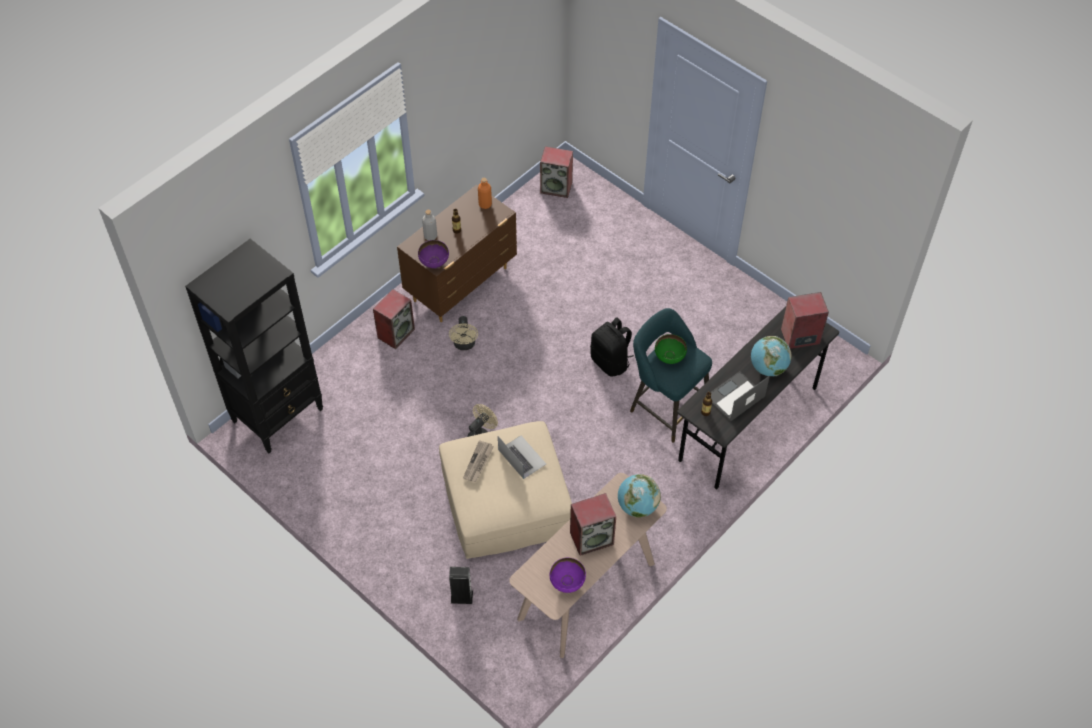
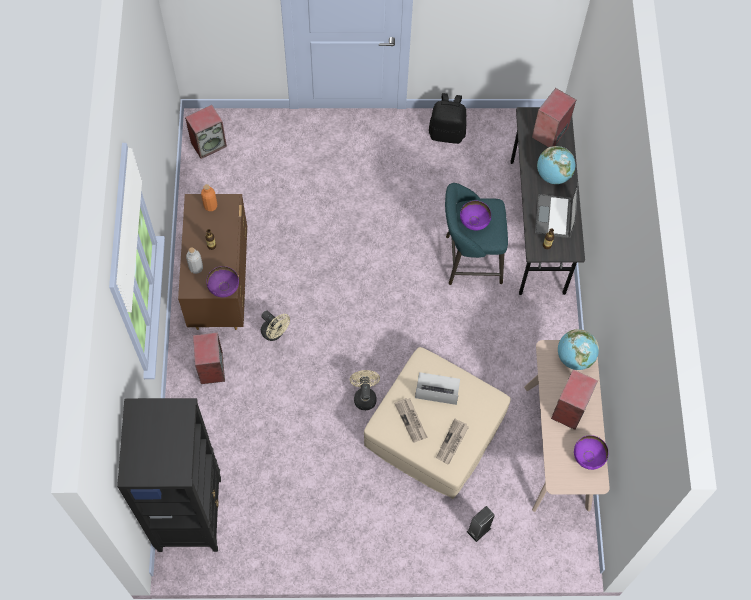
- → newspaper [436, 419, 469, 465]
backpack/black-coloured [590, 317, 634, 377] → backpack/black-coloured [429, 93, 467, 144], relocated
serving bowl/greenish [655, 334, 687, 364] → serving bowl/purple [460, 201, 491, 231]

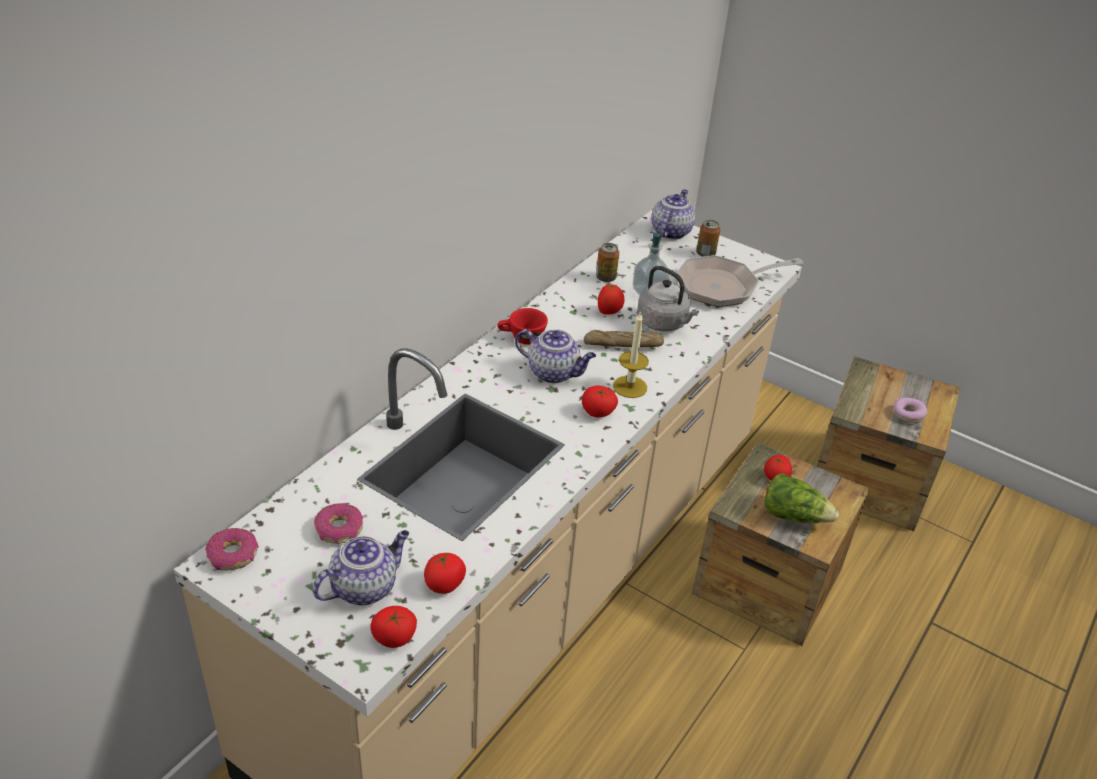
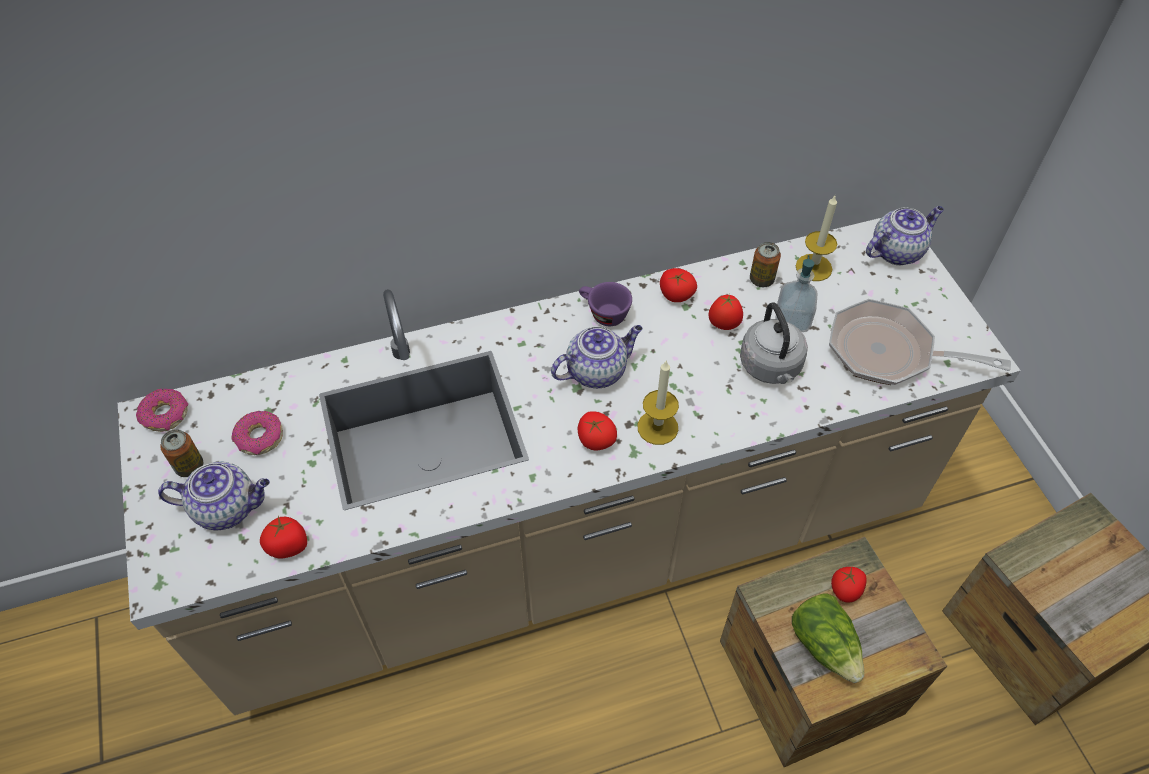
baked bread [584, 330, 664, 347] → -
ring doughnut [894, 397, 927, 423] → -
- → wax candle [796, 194, 837, 281]
tomato [370, 606, 417, 648] → tomato [660, 268, 697, 302], relocated
sealed can [696, 220, 721, 257] → sealed can [160, 429, 203, 477], relocated
small cup/red [497, 308, 548, 345] → small cup/purple [579, 282, 632, 326]
pot for tea [515, 329, 596, 383] → pot for tea [551, 325, 643, 388], 90 degrees counterclockwise

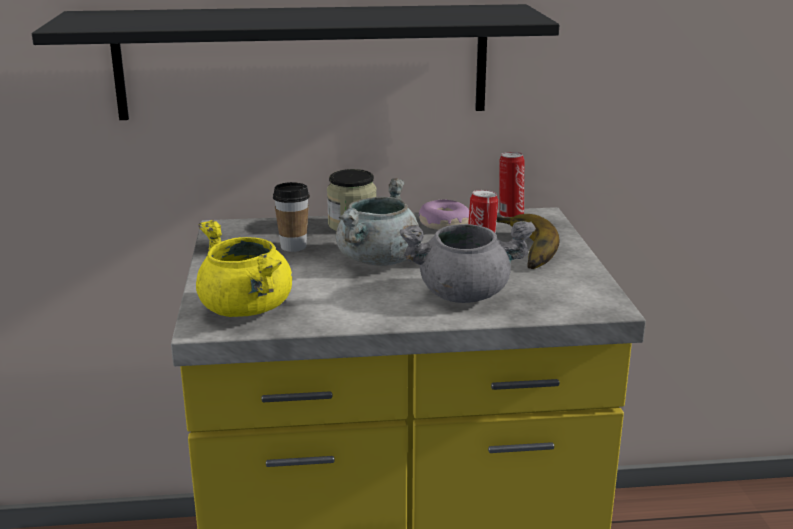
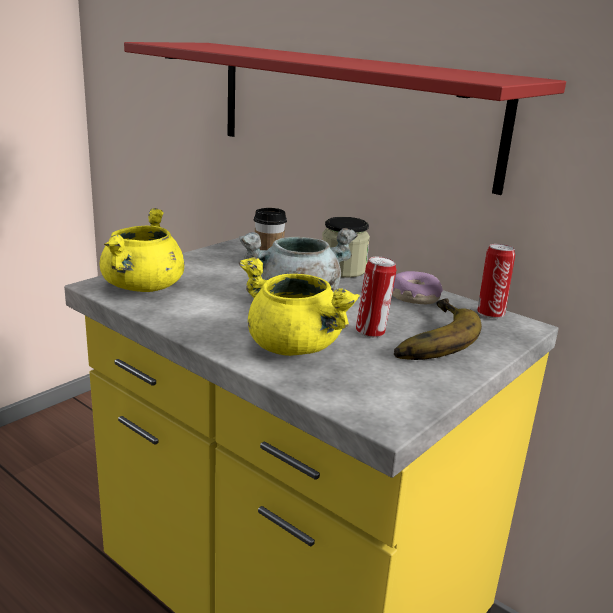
shelf/black-coloured [32, 4, 559, 120] → shelf/red [124, 42, 566, 195]
saucepot/gray [400, 221, 536, 303] → saucepot/yellow-coloured [239, 257, 360, 356]

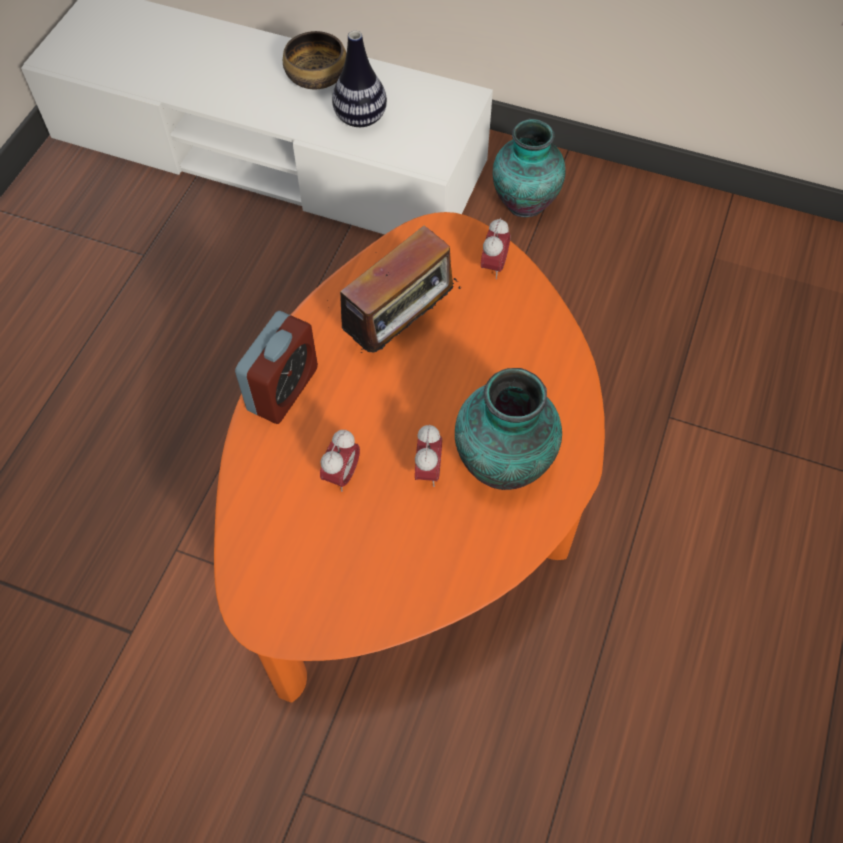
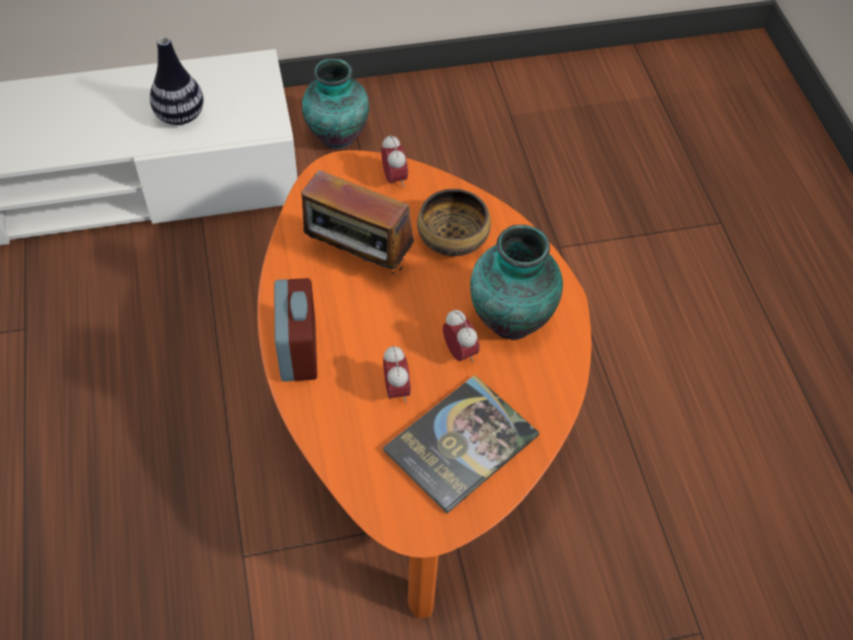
- → bound book [383, 375, 539, 514]
serving bowl [283, 31, 346, 90] → serving bowl [417, 189, 491, 256], relocated
radio set [340, 226, 461, 353] → radio set [302, 170, 414, 275], 105 degrees clockwise

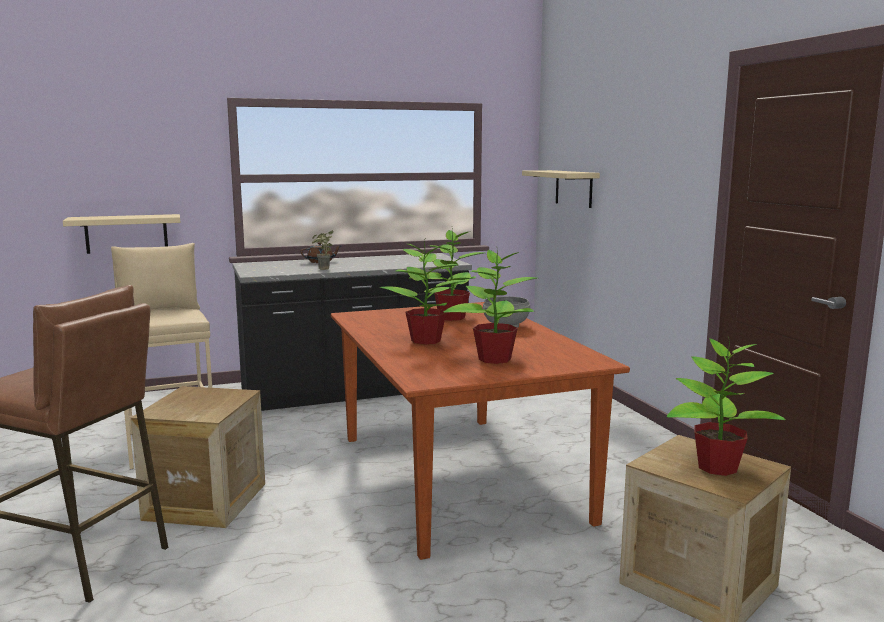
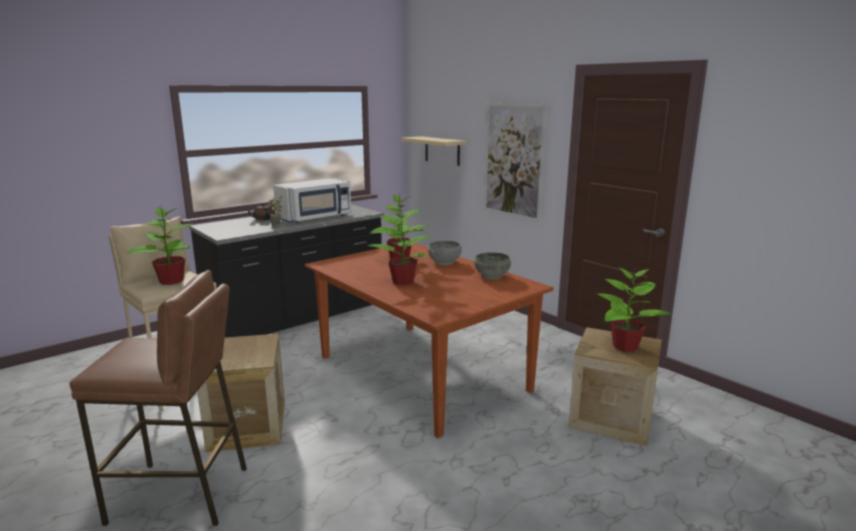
shelf/beige-coloured [63, 214, 180, 254] → -
- → microwave oven/whitish [273, 178, 351, 223]
- → serving bowl/gray [474, 252, 511, 280]
- → wall picture [484, 102, 547, 222]
plant in a pot [444, 249, 537, 364] → plant in a pot [125, 204, 195, 285], relocated

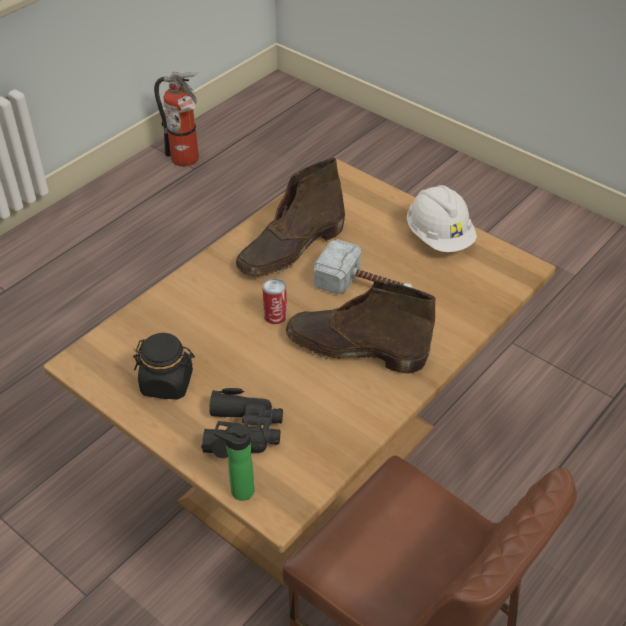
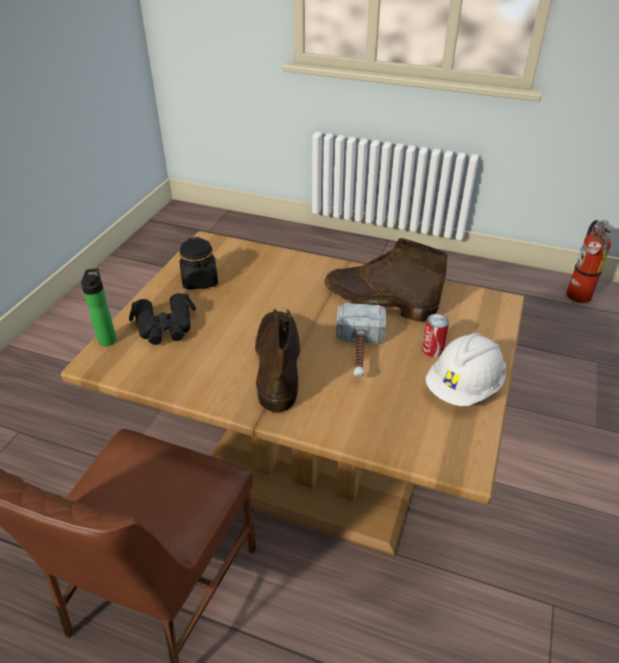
sealed can [262, 279, 287, 324] → sealed can [422, 314, 449, 357], relocated

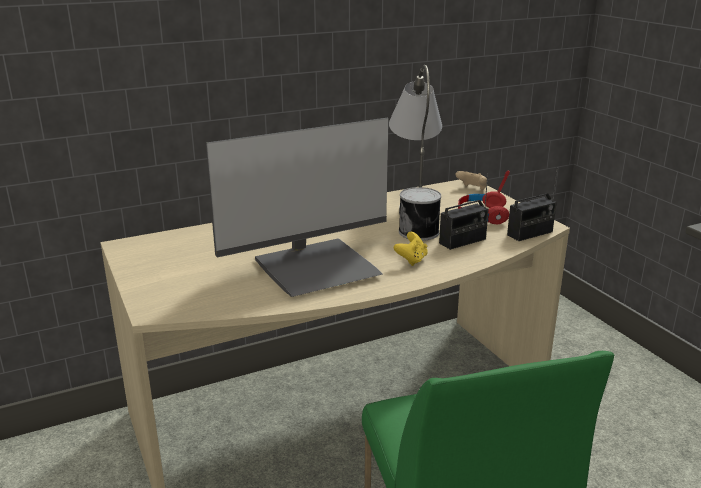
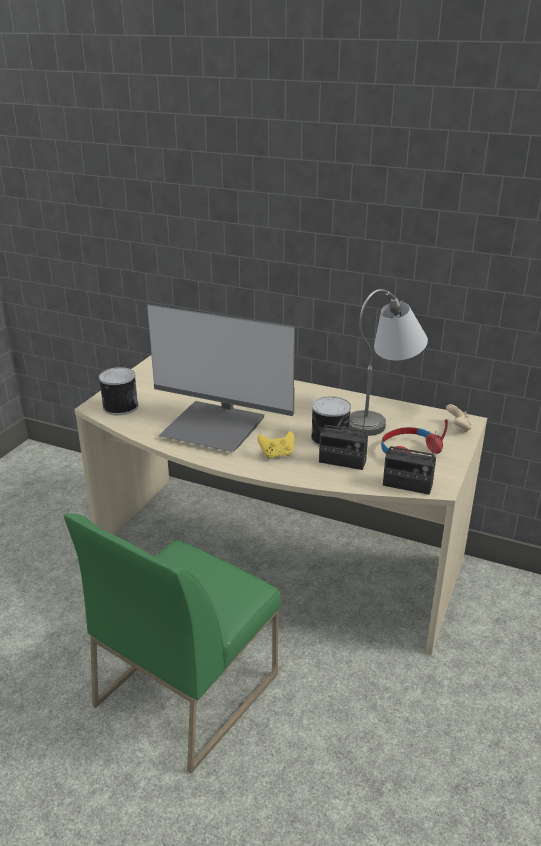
- → sealed can [99, 367, 139, 415]

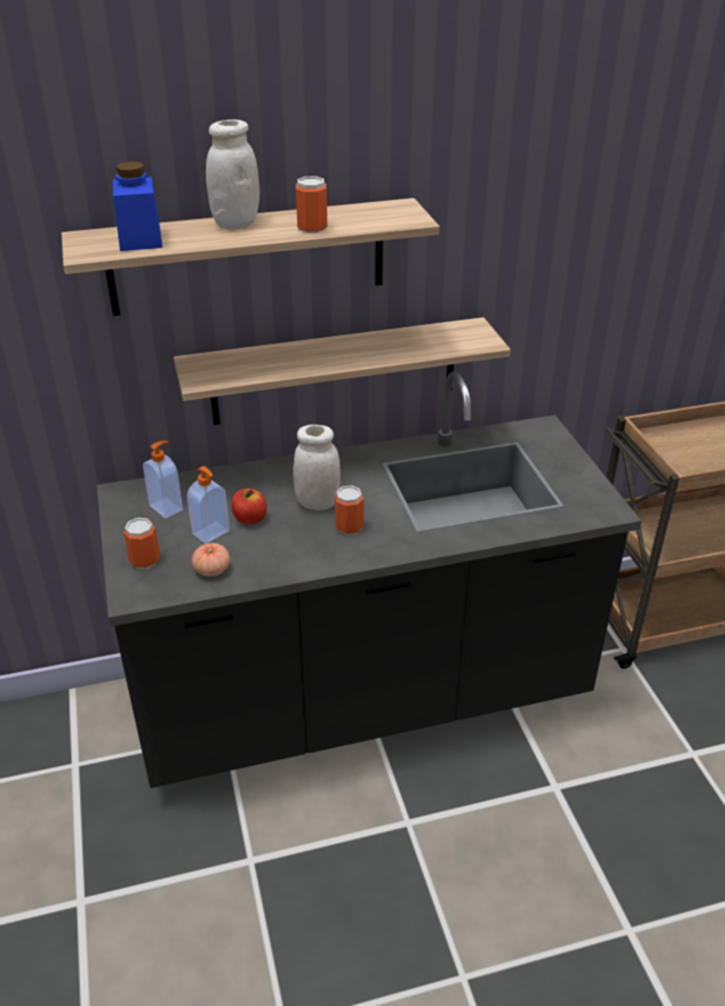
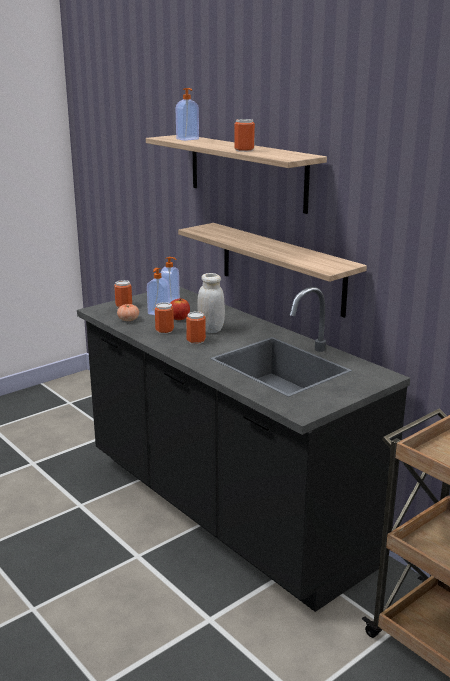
preserve jar/whitish [206, 119, 260, 229] → -
- → sealed can [155, 302, 174, 334]
preserve jar/blue-coloured [113, 161, 163, 251] → soap dispenser [176, 88, 199, 141]

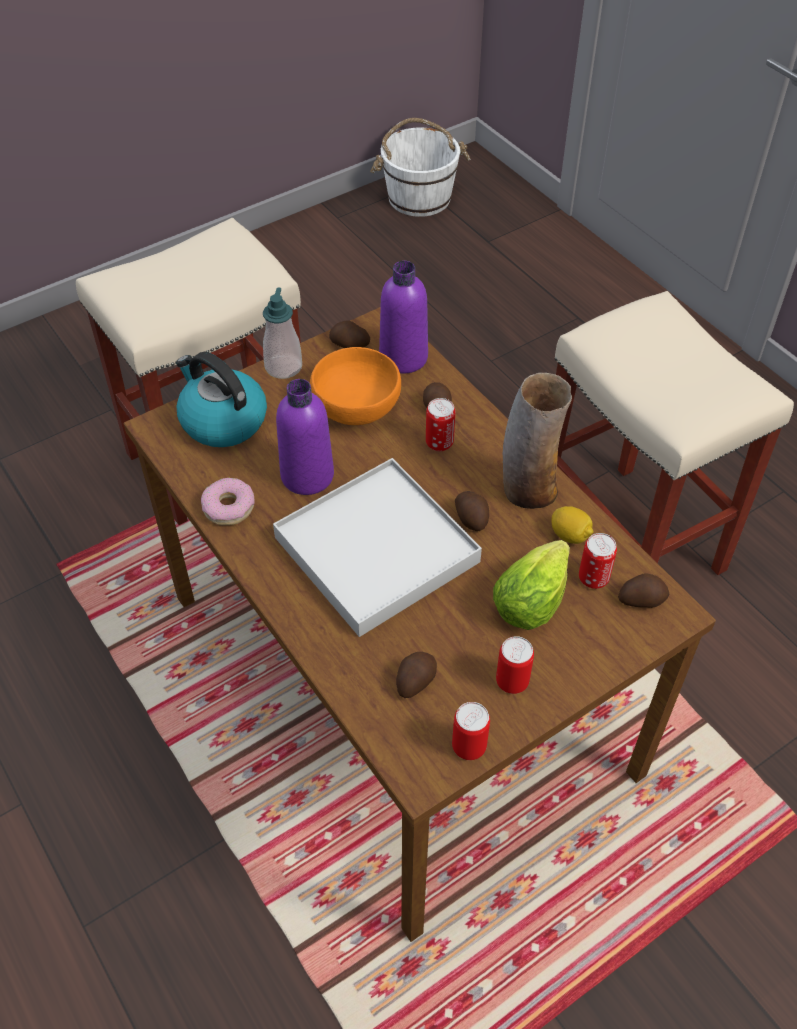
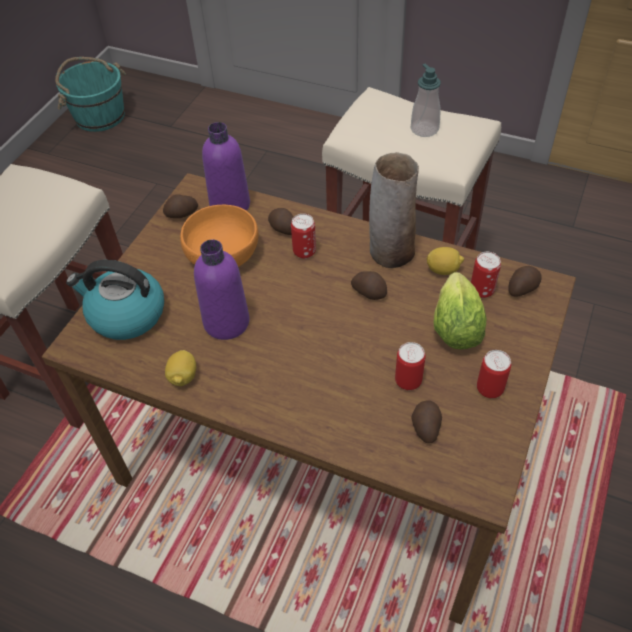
tray/whitish [273, 458, 482, 637] → -
soap dispenser [263, 288, 302, 379] → soap dispenser [411, 63, 441, 137], relocated
sealed can [452, 702, 490, 760] → sealed can [395, 342, 425, 390], relocated
ring doughnut [201, 478, 255, 525] → whole lemon [165, 350, 196, 386]
water bucket/whitish [370, 118, 470, 217] → water bucket/blue-green [55, 57, 126, 132]

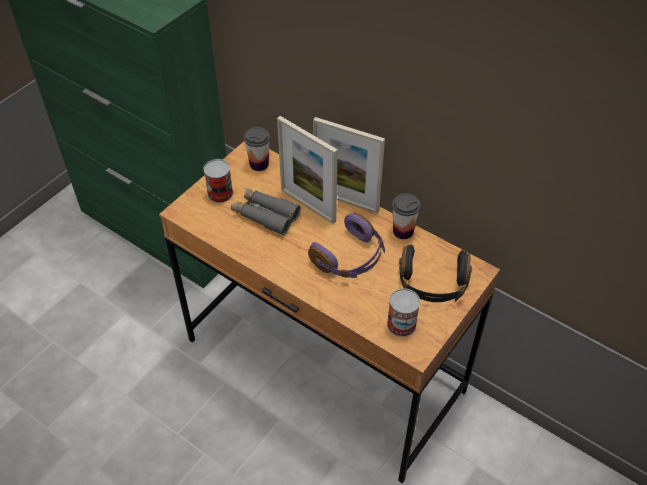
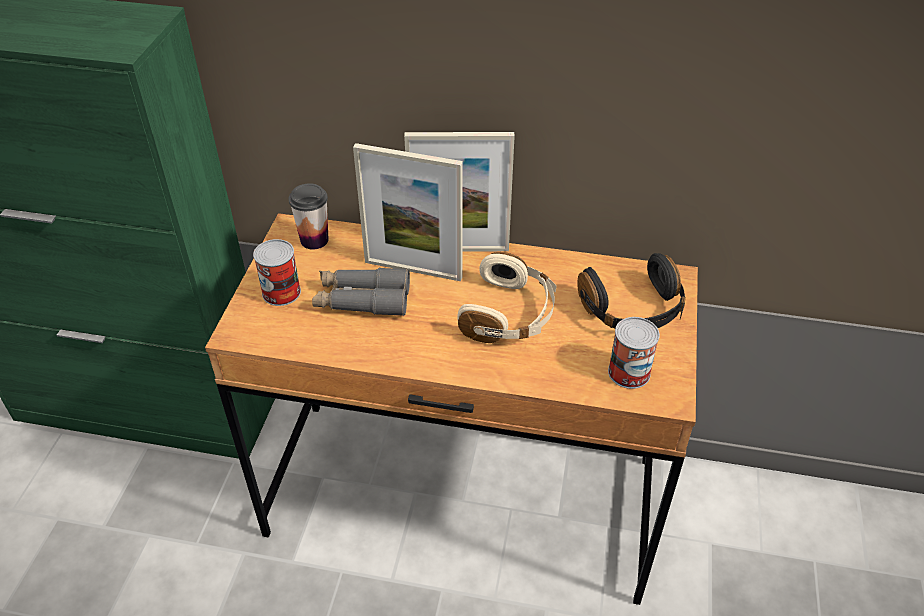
small cup [392, 193, 421, 239] → -
headset/purple [308, 213, 385, 278] → headset/beige-coloured [457, 252, 557, 343]

